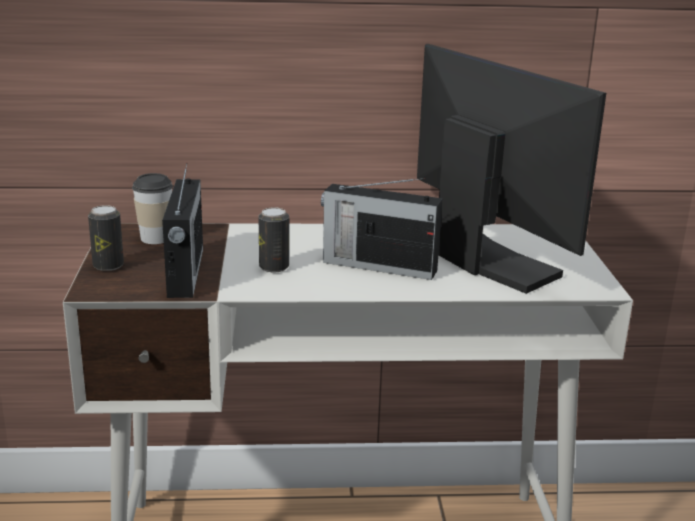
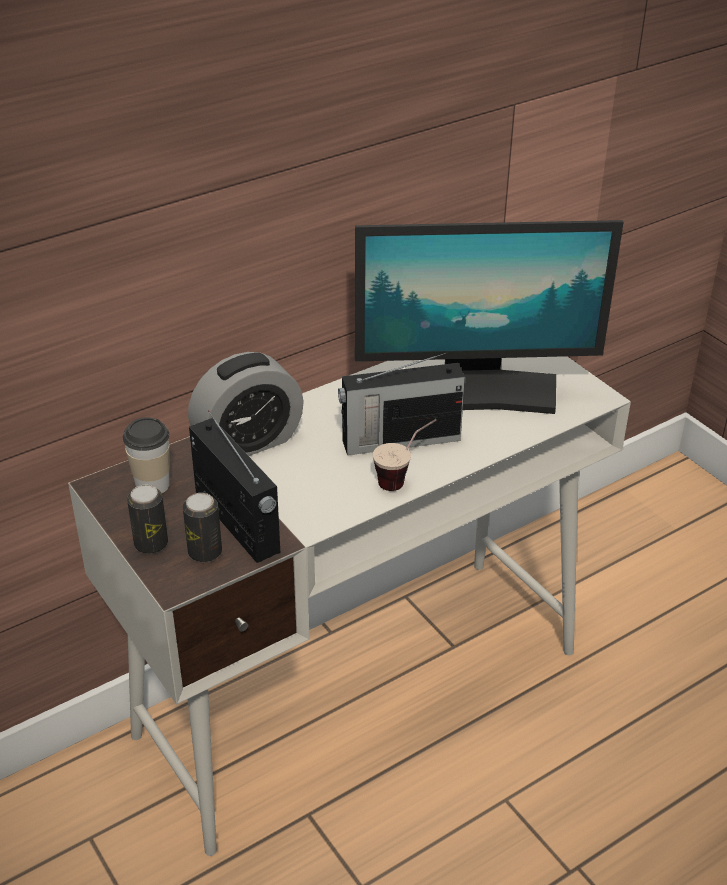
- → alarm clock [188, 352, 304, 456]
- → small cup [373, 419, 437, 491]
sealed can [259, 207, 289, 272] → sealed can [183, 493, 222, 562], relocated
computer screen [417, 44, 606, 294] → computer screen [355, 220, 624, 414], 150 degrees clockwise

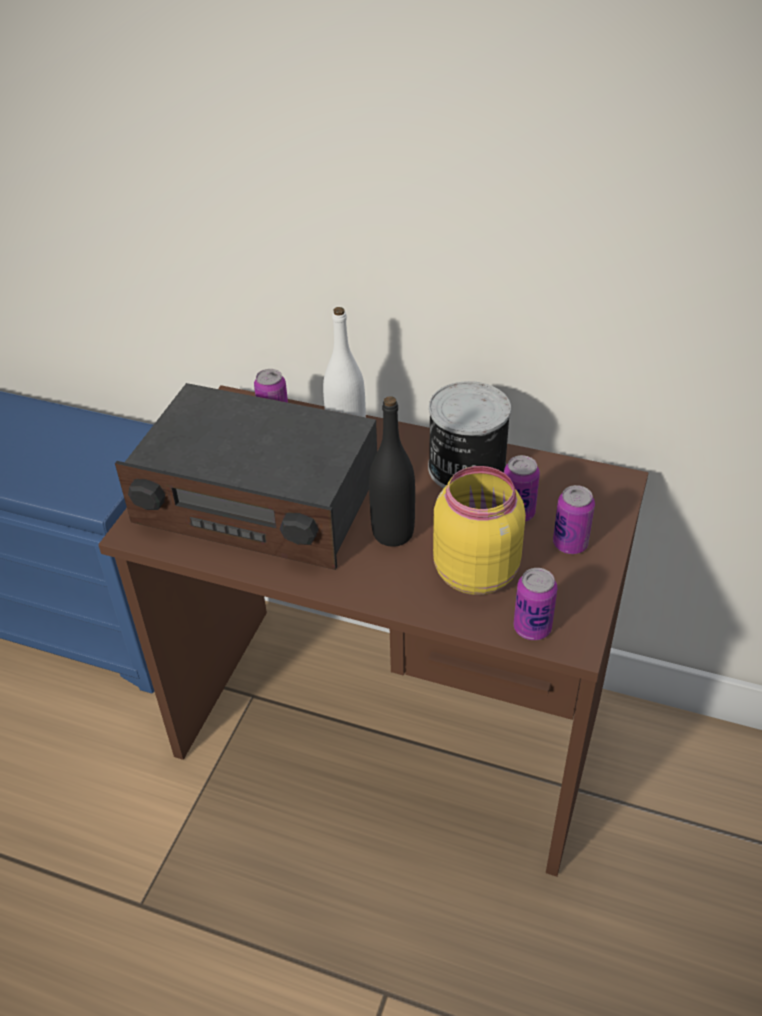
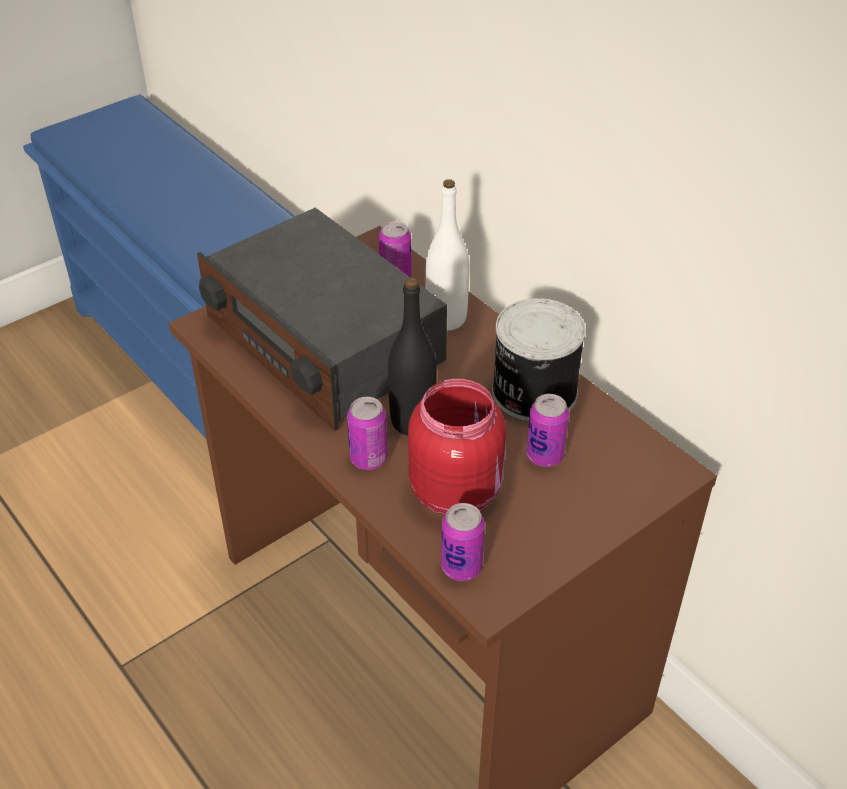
sealed can [553, 485, 595, 554] → sealed can [347, 397, 388, 470], relocated
preserve jar/yellow-coloured [433, 466, 526, 595] → preserve jar/red [408, 379, 506, 515]

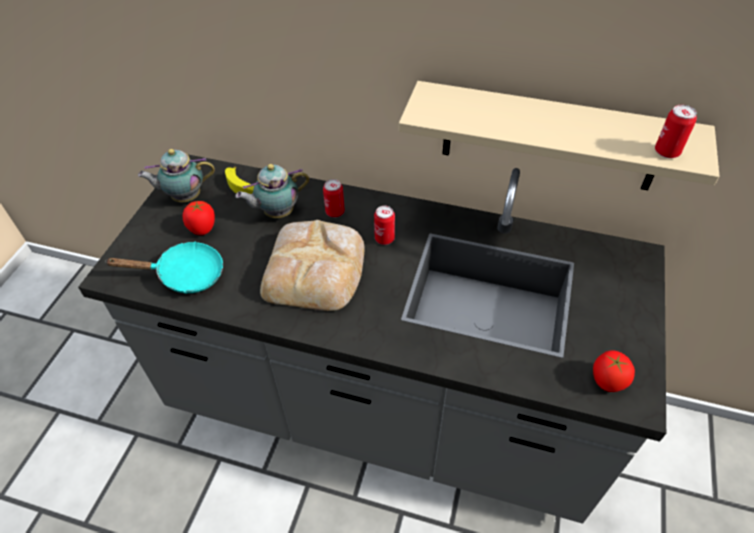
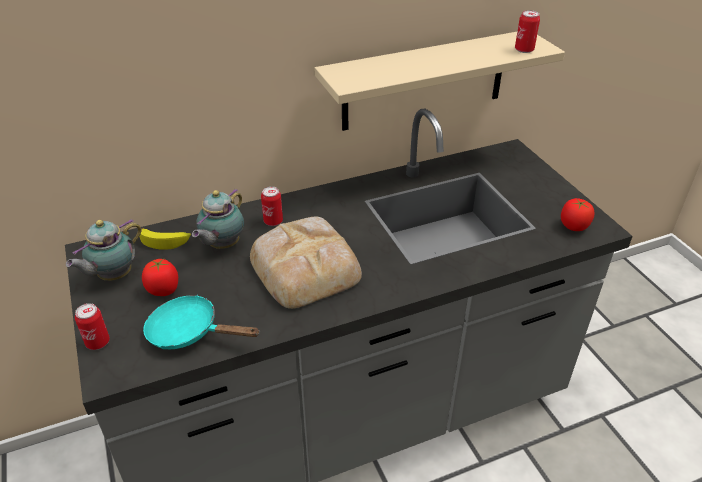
sealed can [374, 206, 395, 245] → sealed can [75, 303, 110, 350], relocated
frying pan/blue-green [105, 241, 223, 294] → frying pan/blue-green [143, 295, 260, 349], 120 degrees counterclockwise

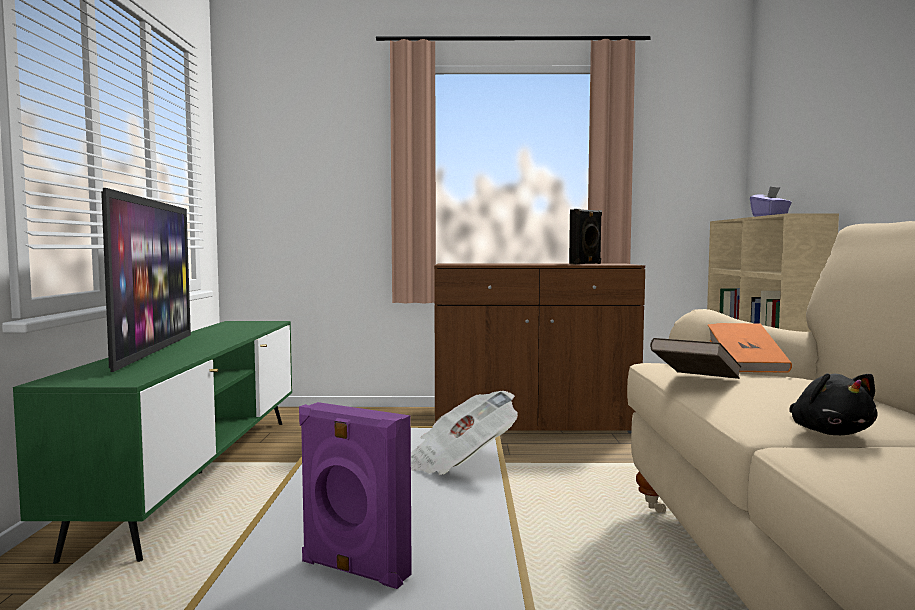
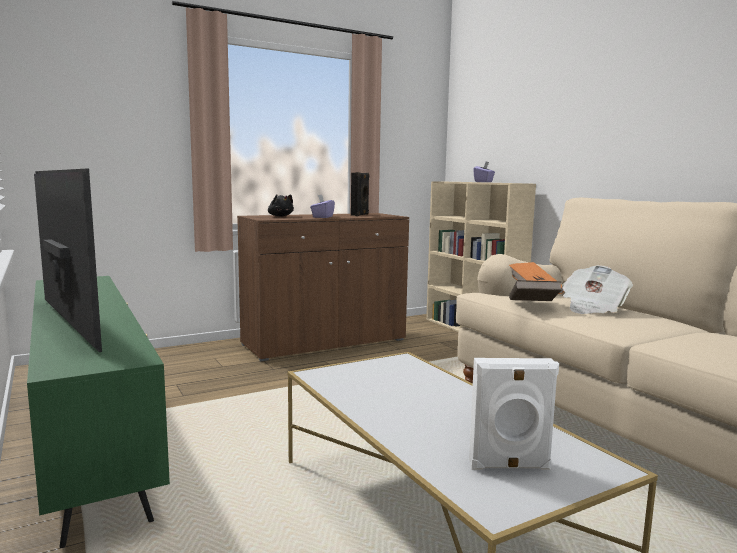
- → box of tissues/purple [310, 195, 335, 218]
newspaper [411, 391, 518, 475] → newspaper [561, 265, 633, 314], relocated
plush toy/black-coloured [789, 373, 878, 435] → plush toy/black-coloured [268, 194, 294, 217], relocated
speaker/purple [299, 402, 412, 589] → speaker/whitish [469, 358, 559, 470]

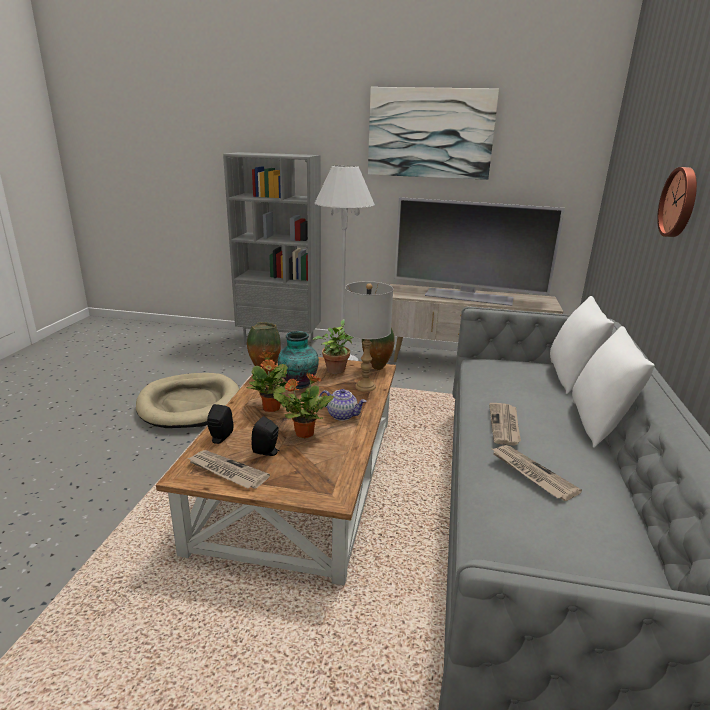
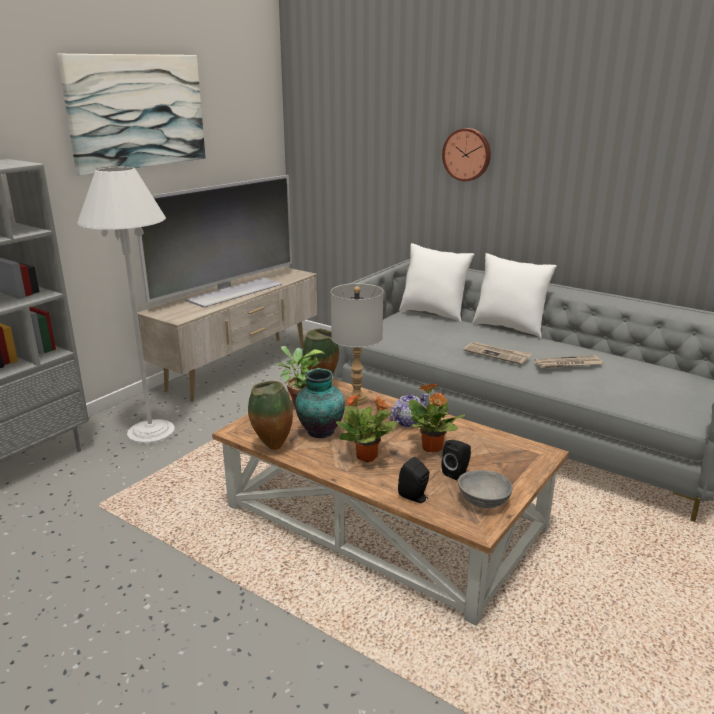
pet bed/beige-coloured [136, 373, 240, 428] → -
newspaper [187, 450, 270, 489] → serving bowl/gray [458, 470, 513, 508]

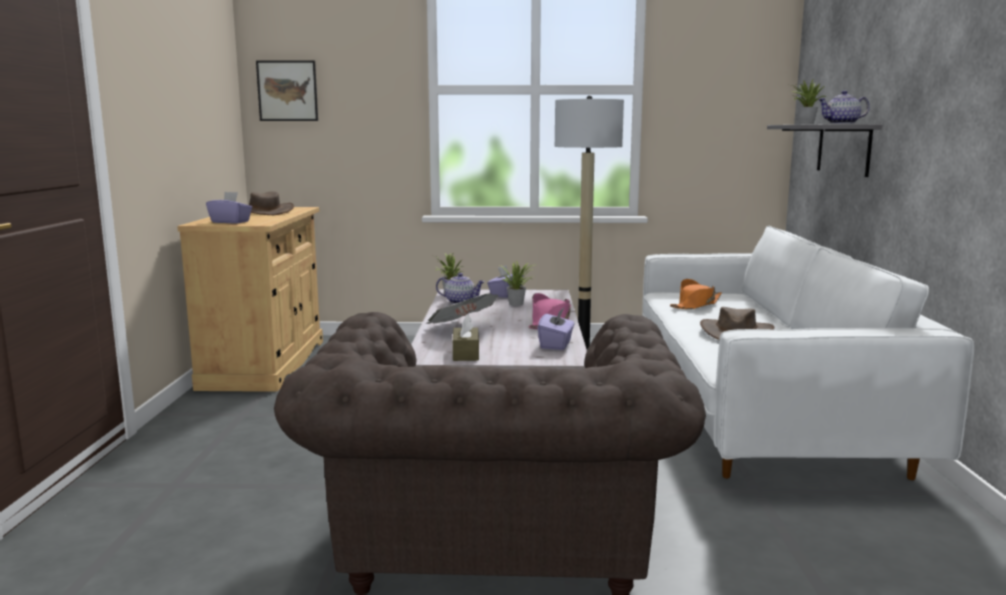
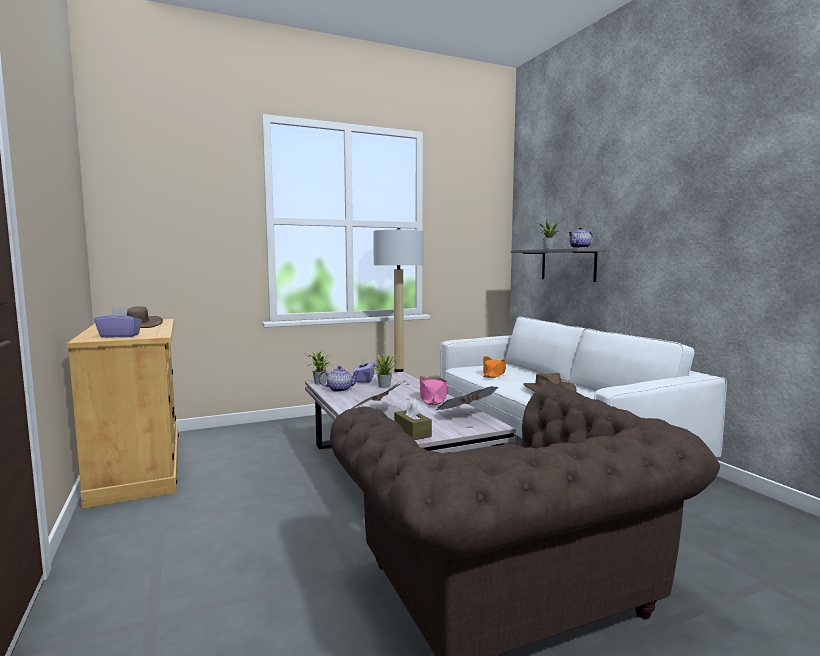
wall picture [256, 60, 318, 121] → -
box of tissues/purple [538, 308, 575, 350] → newspaper [435, 386, 498, 410]

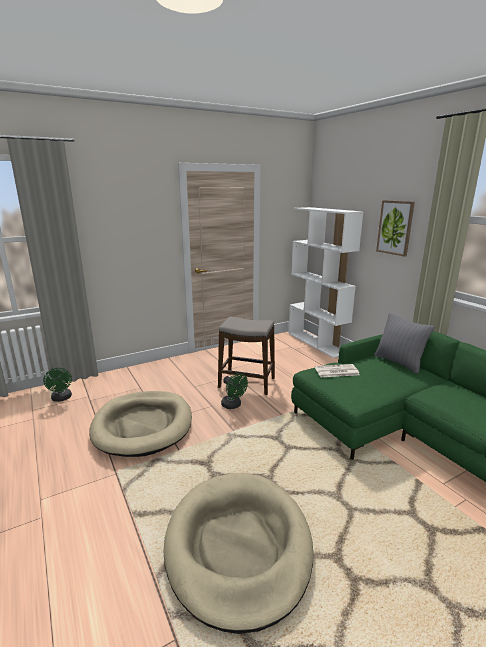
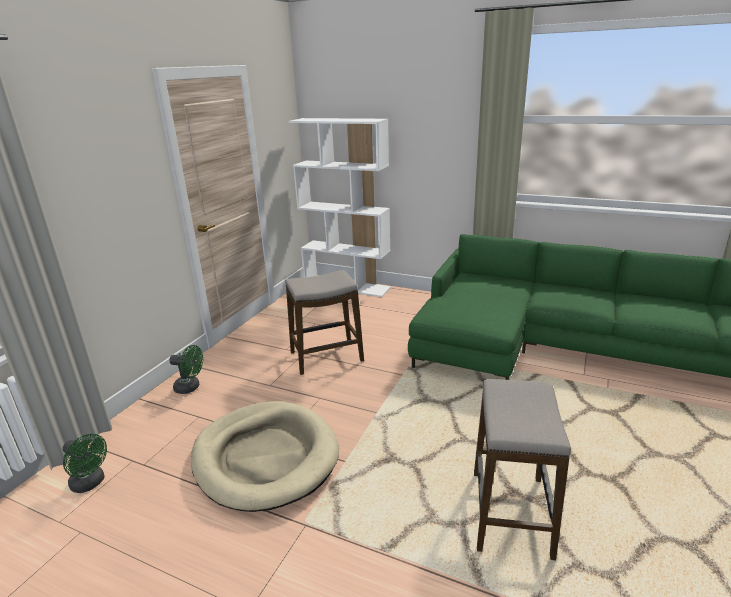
newspaper [315, 364, 360, 377] → -
pillow/gray [374, 313, 434, 374] → -
wall picture [376, 200, 415, 257] → -
cooling fan/greenish [221, 373, 248, 409] → cooling fan/greenish [169, 345, 203, 394], relocated
pet bed/beige-coloured [163, 473, 313, 634] → stool [474, 379, 571, 560]

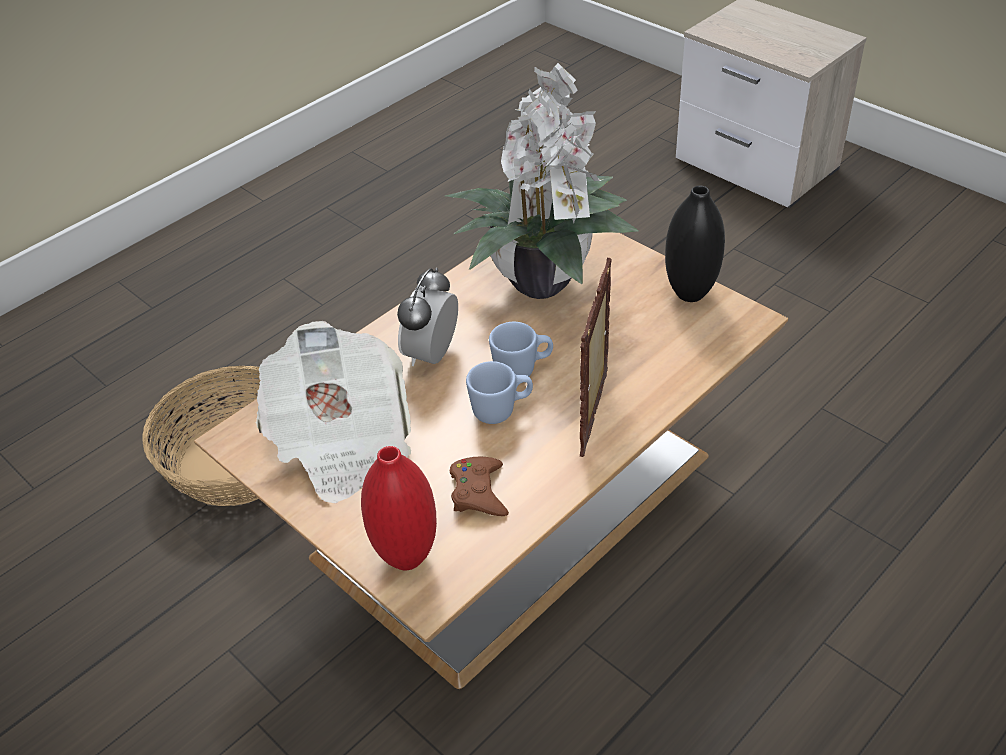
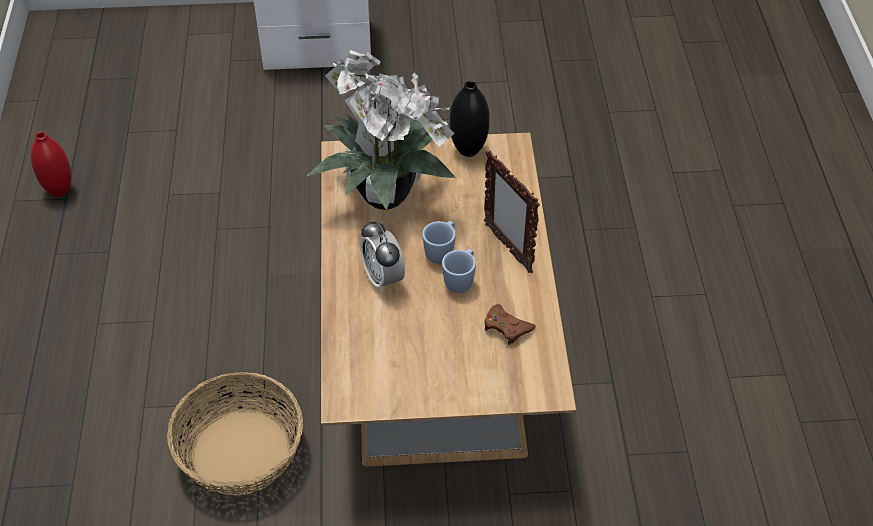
newspaper [256, 321, 411, 504] → -
vase/red [361, 446, 437, 570] → vase/red [31, 132, 72, 197], relocated

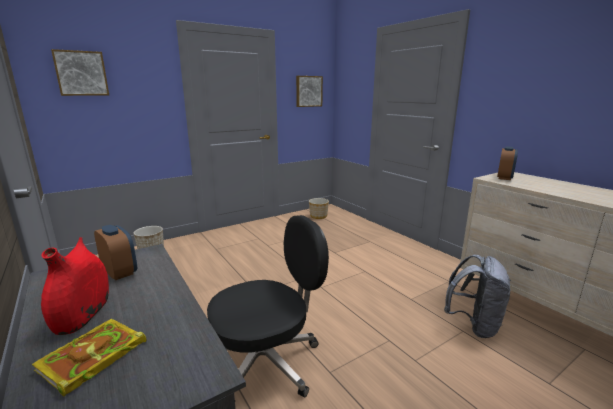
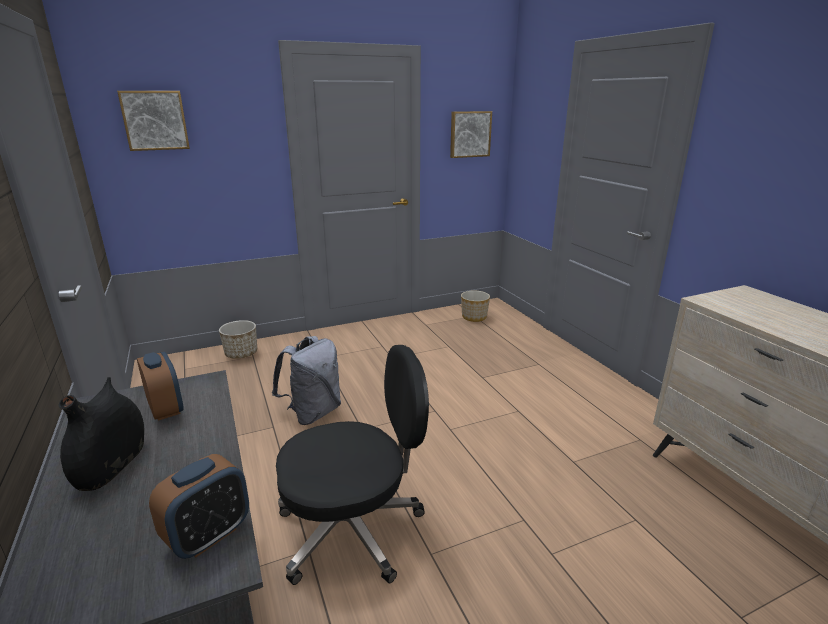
bound book [32, 319, 146, 396] → -
backpack/gray [444, 255, 511, 338] → backpack/gray [272, 336, 341, 425], relocated
alarm clock [497, 146, 518, 180] → alarm clock [149, 454, 249, 559], relocated
vase/red [41, 237, 109, 335] → vase/black-coloured [58, 377, 144, 491]

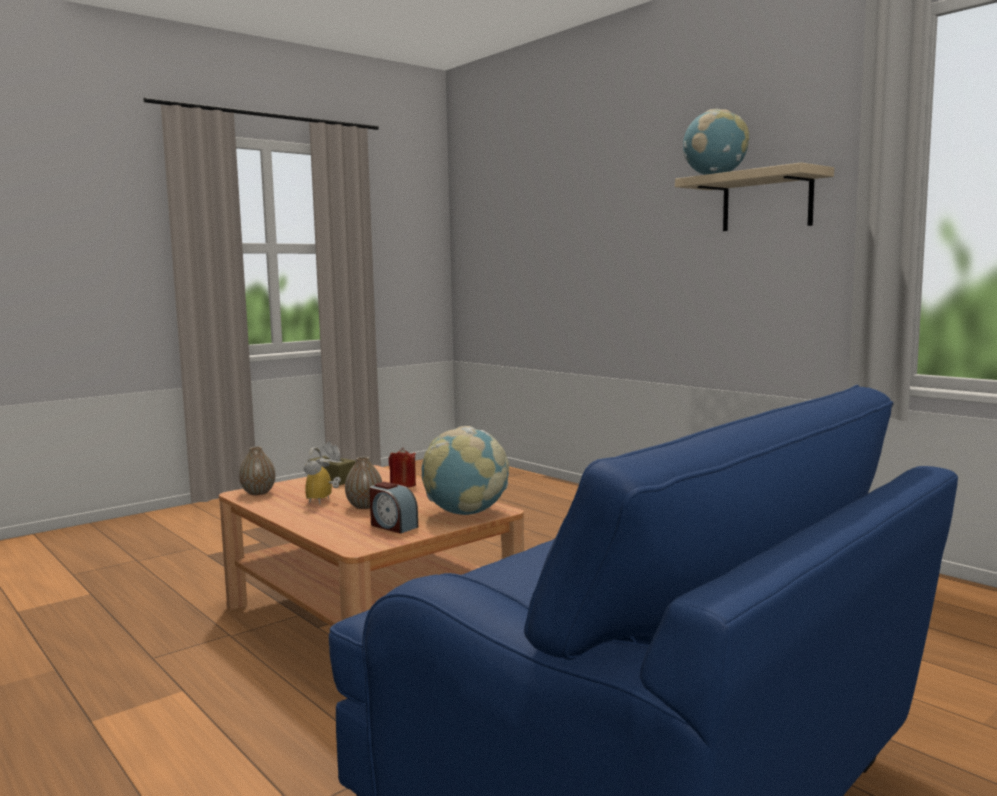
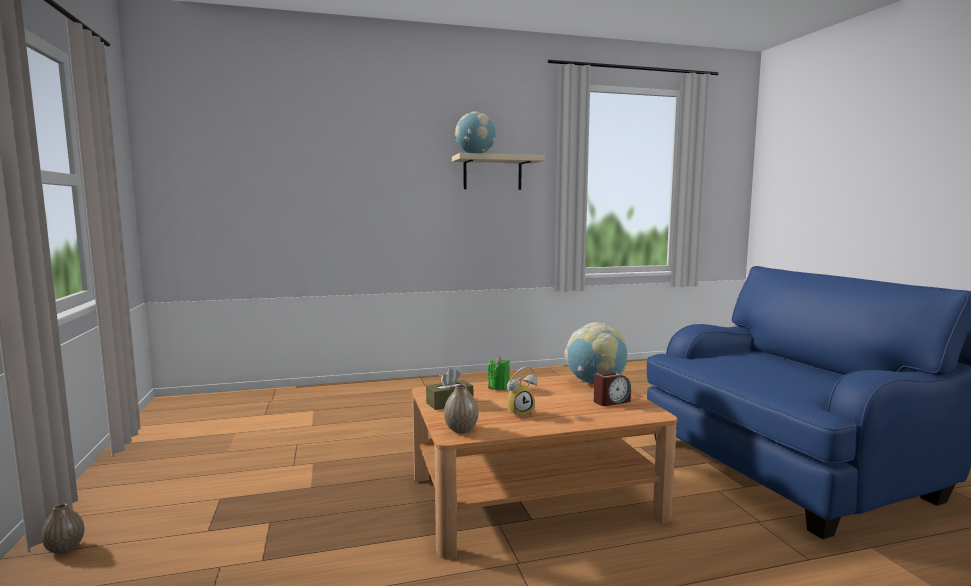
vase [345, 457, 382, 509] → vase [41, 503, 85, 554], relocated
wax candle/red [389, 448, 416, 488] → wax candle/greenish [488, 357, 510, 390]
alarm clock [304, 447, 341, 504] → alarm clock [507, 366, 538, 417], 60 degrees counterclockwise

